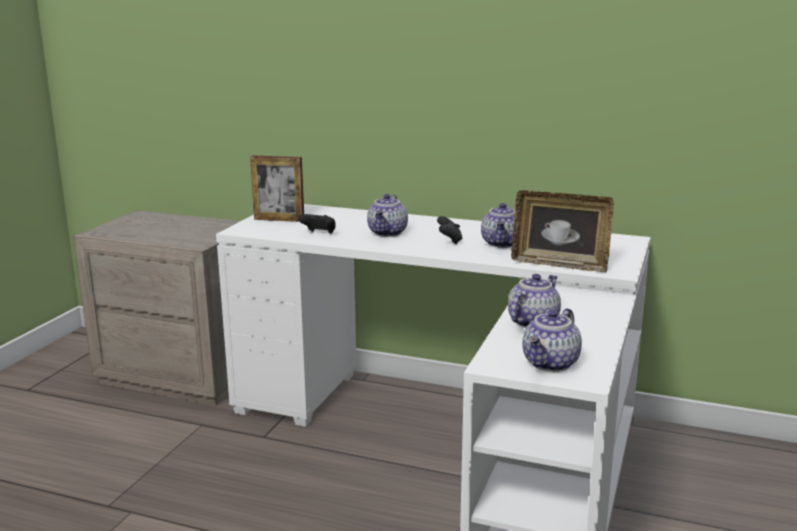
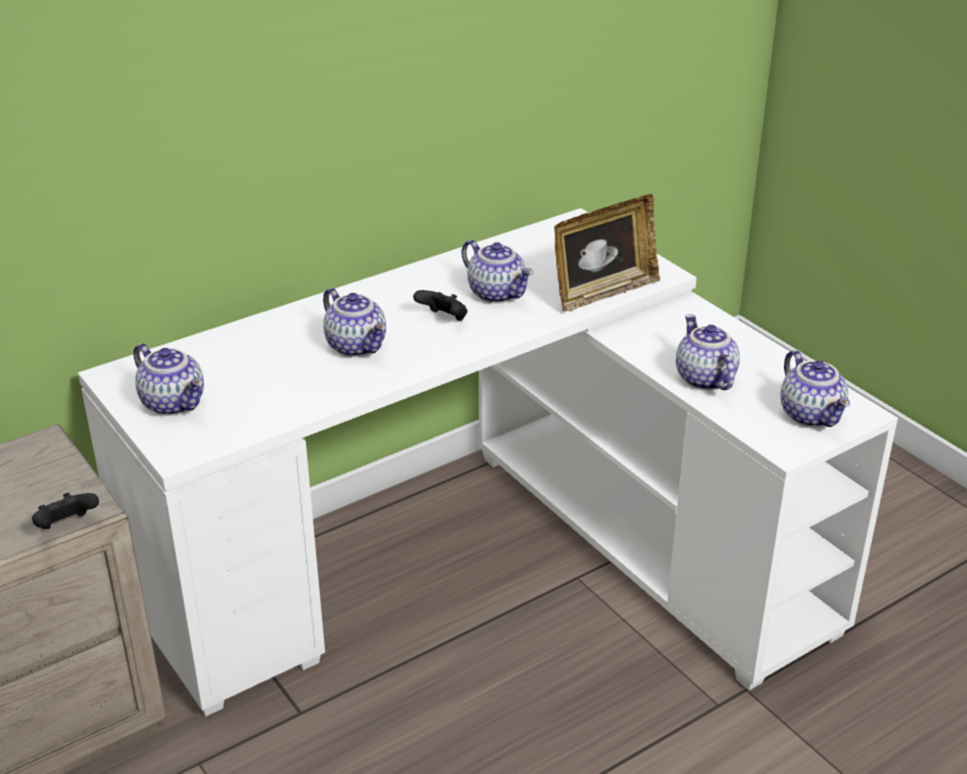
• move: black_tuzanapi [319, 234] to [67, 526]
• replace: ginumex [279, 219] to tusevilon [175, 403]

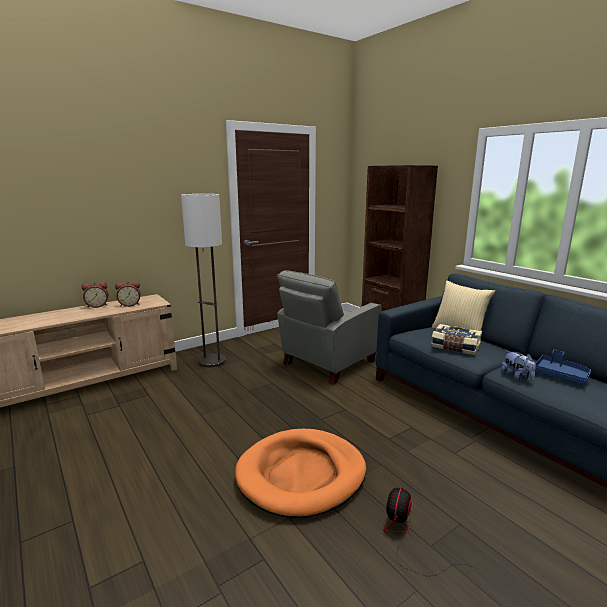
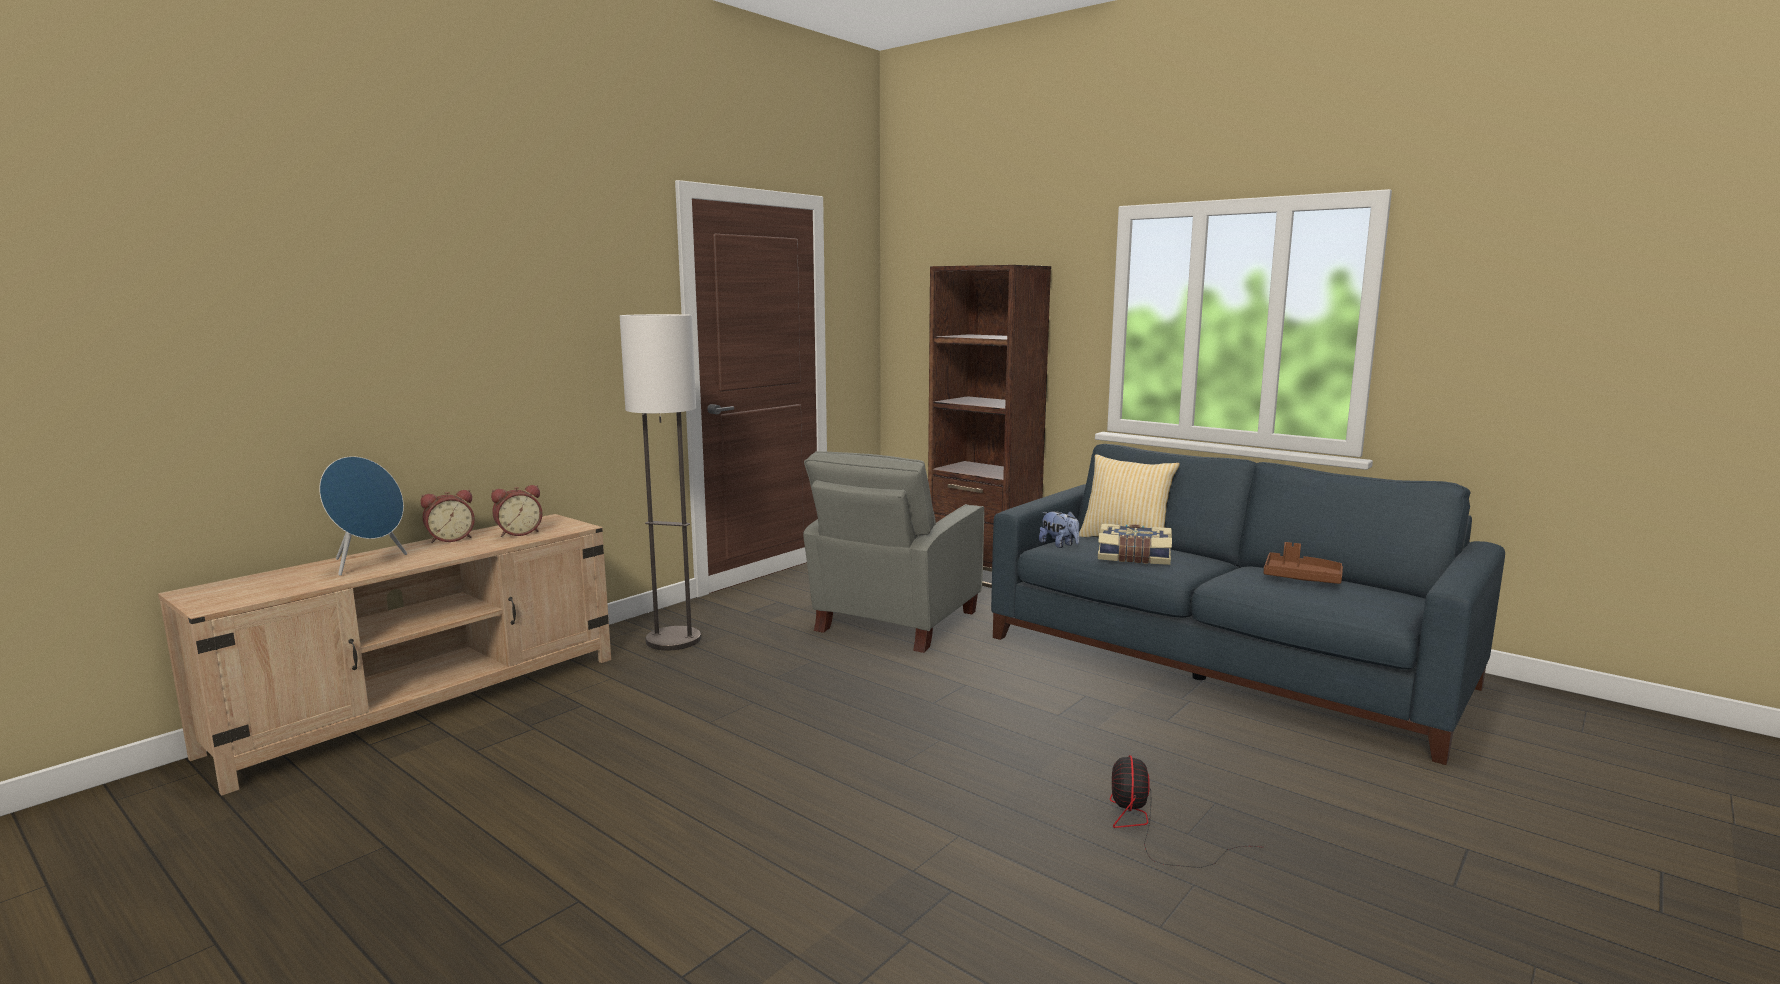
• insert: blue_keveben [368, 563]
• move: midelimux [517, 377] to [1059, 545]
• recolor: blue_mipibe [560, 375] to brown_mipibe [1301, 578]
• delete: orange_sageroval [301, 475]

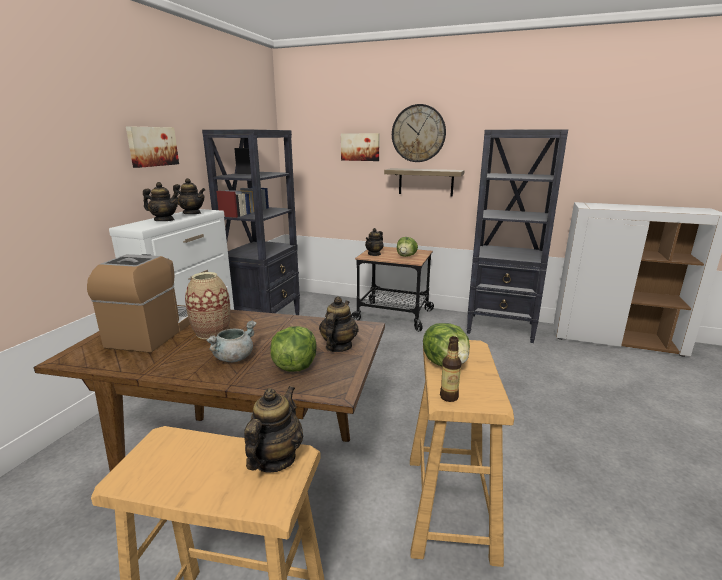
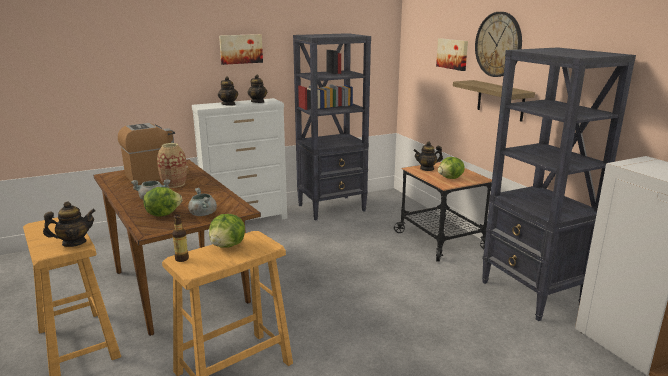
• replace: tusevilon [338, 347] to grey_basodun [202, 214]

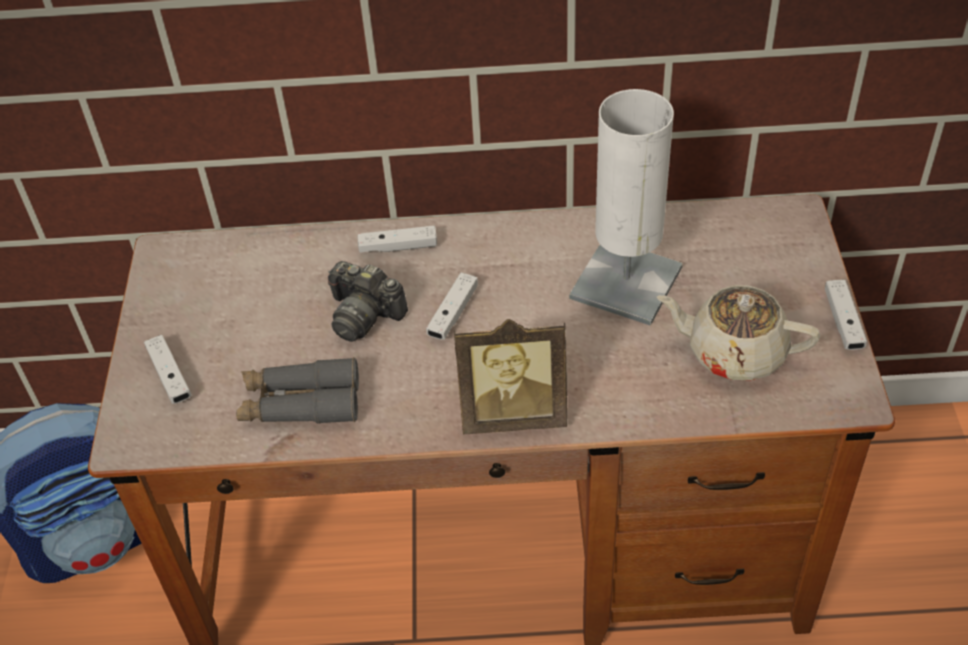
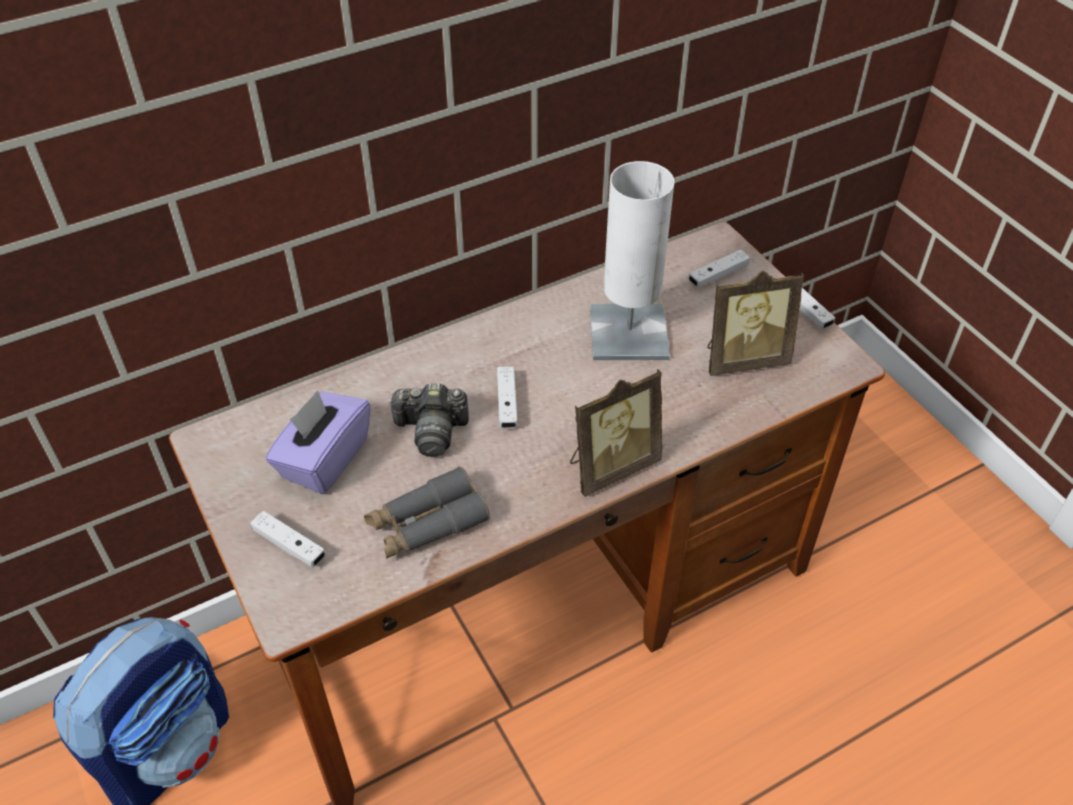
• insert: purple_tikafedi [324, 459]
• move: white_tuzanapi [398, 247] to [718, 275]
• replace: beige_tusevilon [734, 352] to ginumex [743, 359]

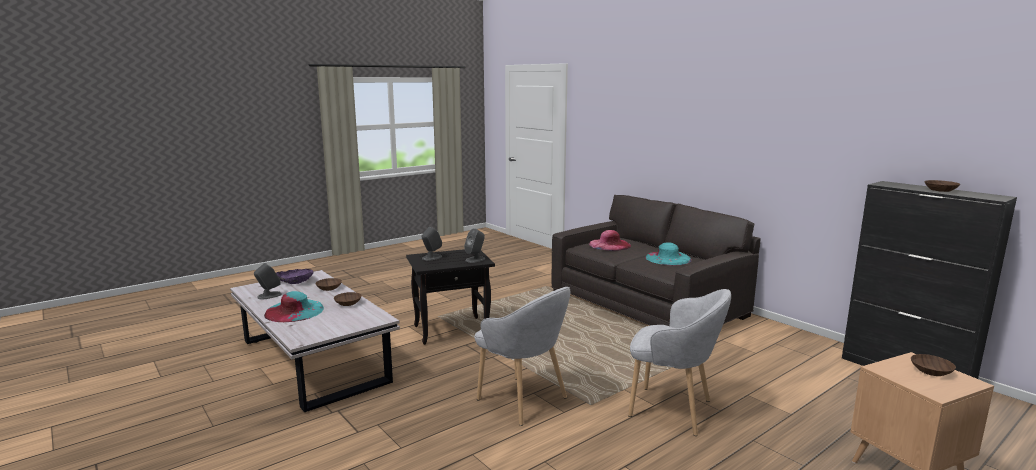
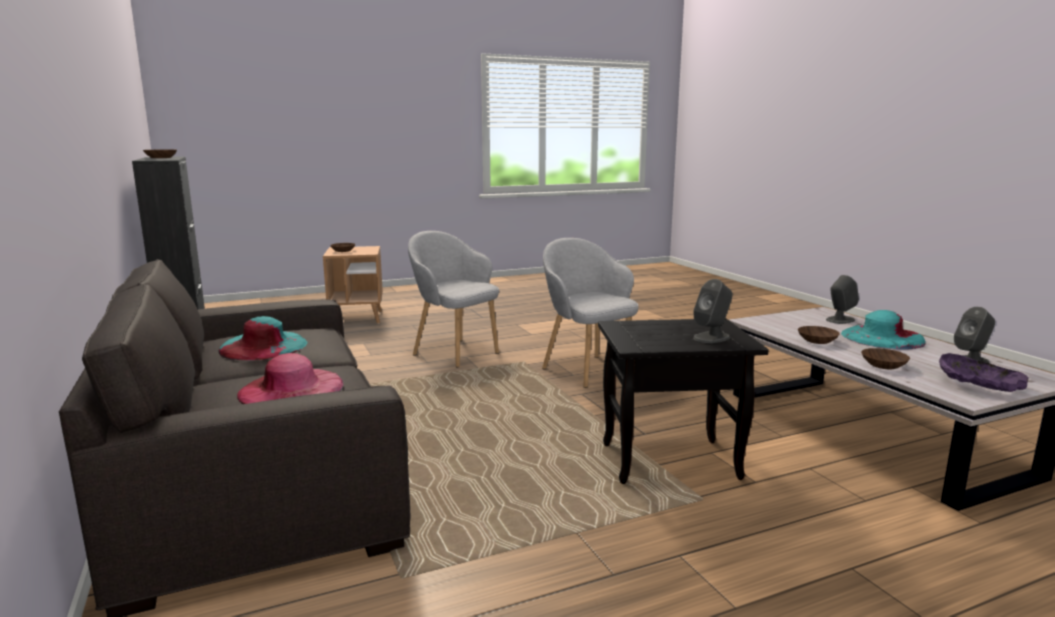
• move: grey_keveben [475, 259] to [840, 320]

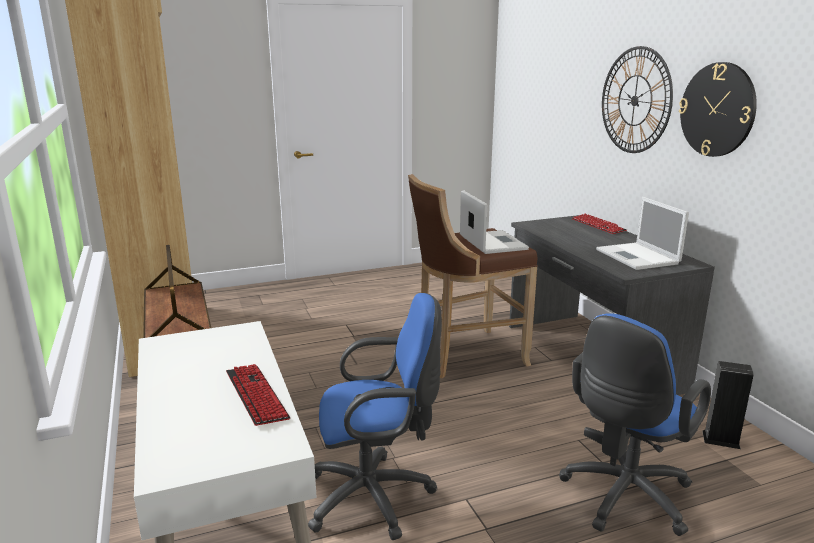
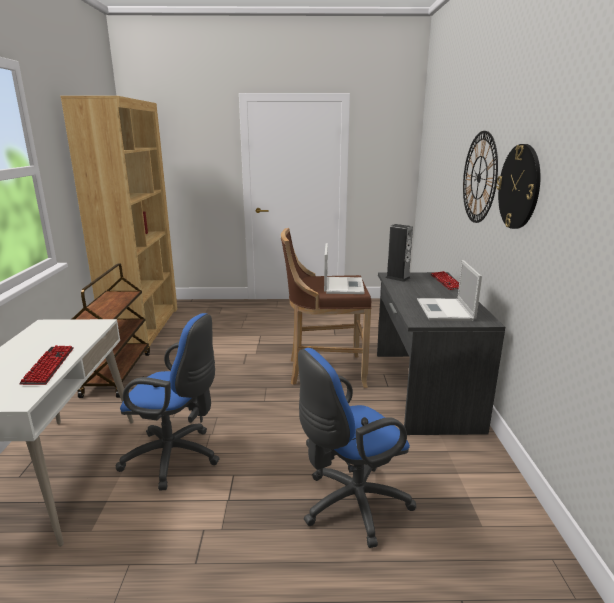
• move: keveben [721, 439] to [397, 278]

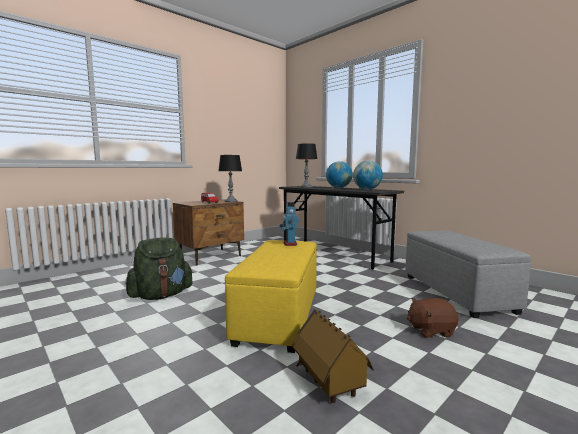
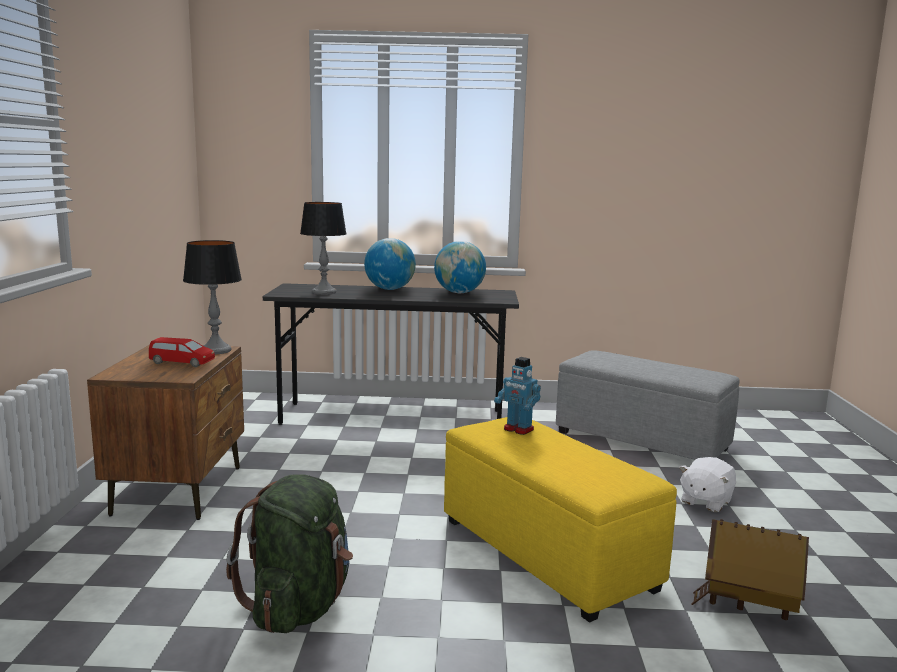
• recolor: brown_midelimux [430, 330] to white_midelimux [705, 501]

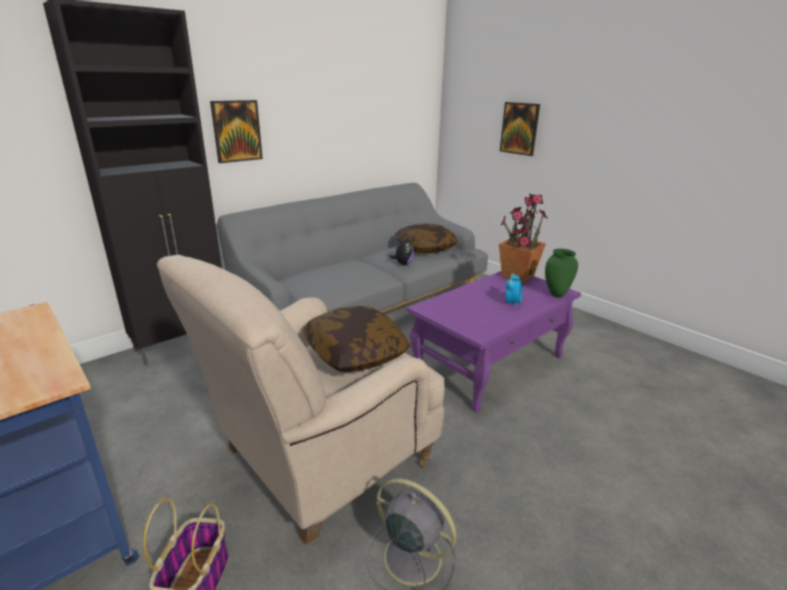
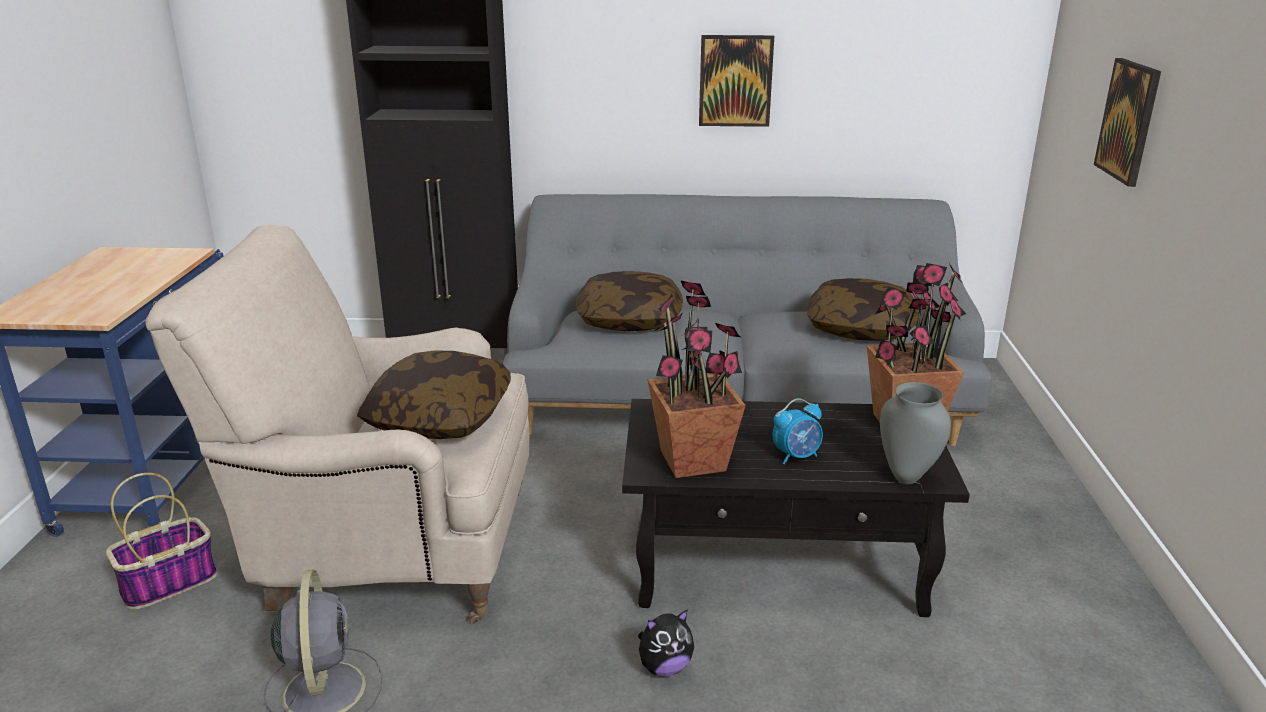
• insert: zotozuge [629, 320]
• recolor: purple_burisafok [490, 364] to black_burisafok [778, 562]
• move: midelimux [403, 264] to [664, 667]
• insert: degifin [693, 461]
• move: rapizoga [236, 131] to [735, 81]
• recolor: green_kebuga [556, 294] to grey_kebuga [907, 477]

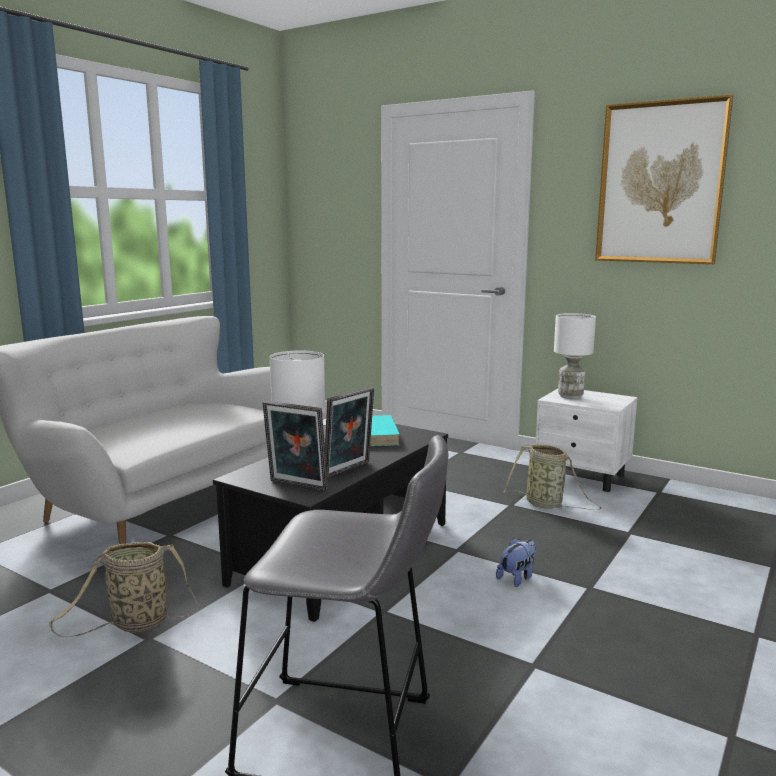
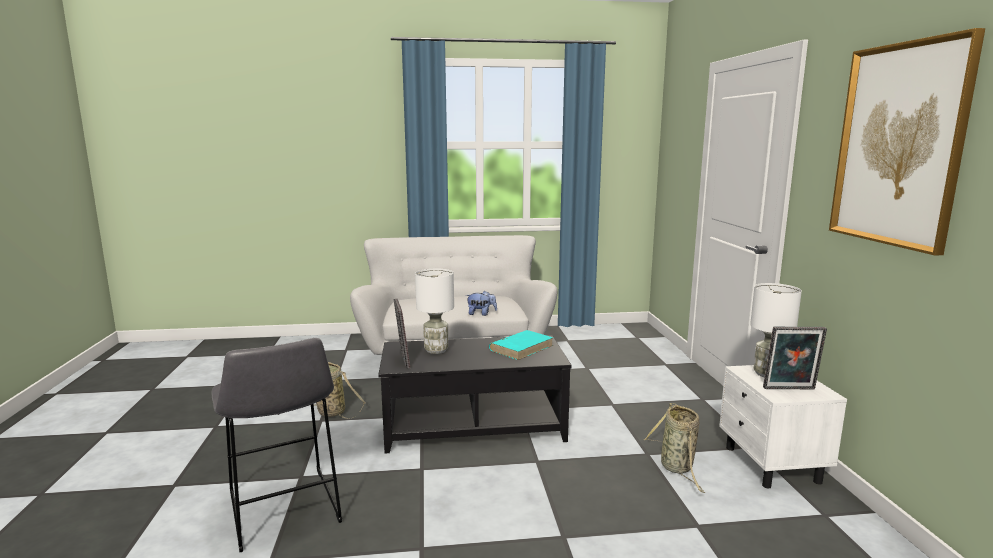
• move: midelimux [517, 578] to [481, 314]
• move: ginumex [349, 470] to [790, 389]

